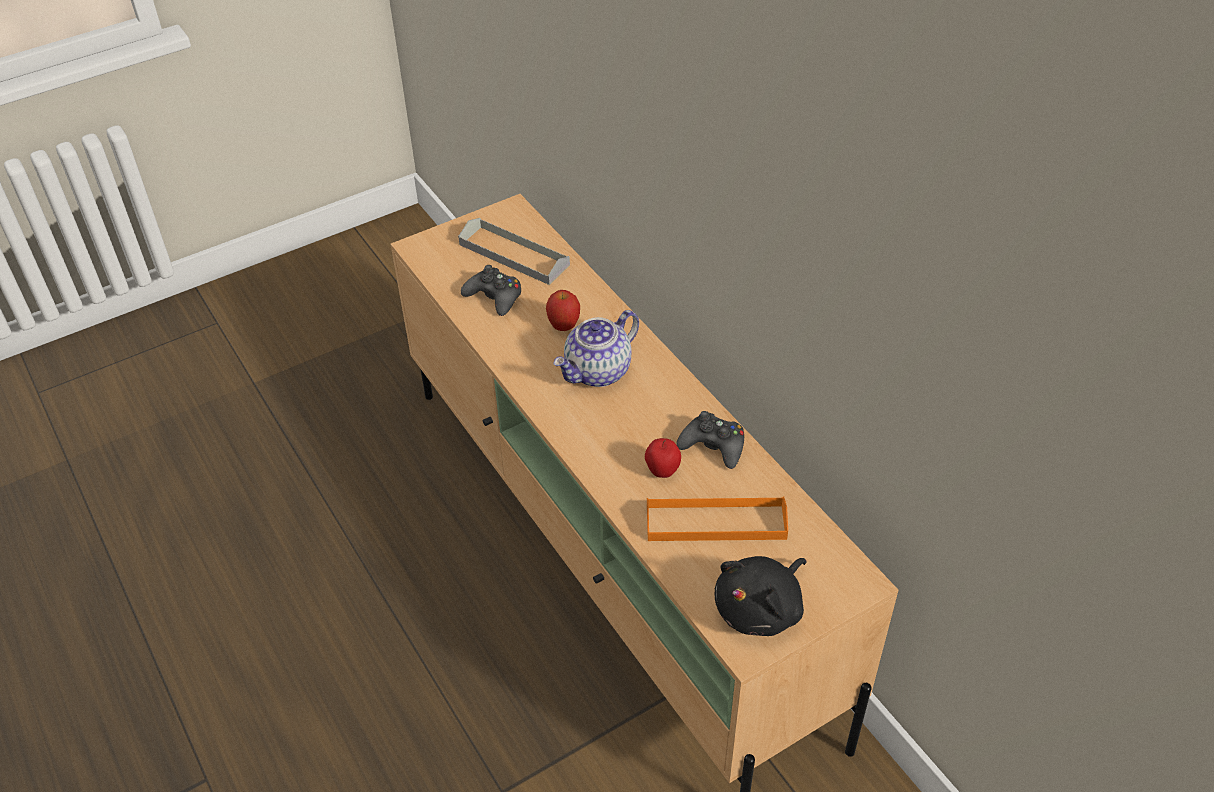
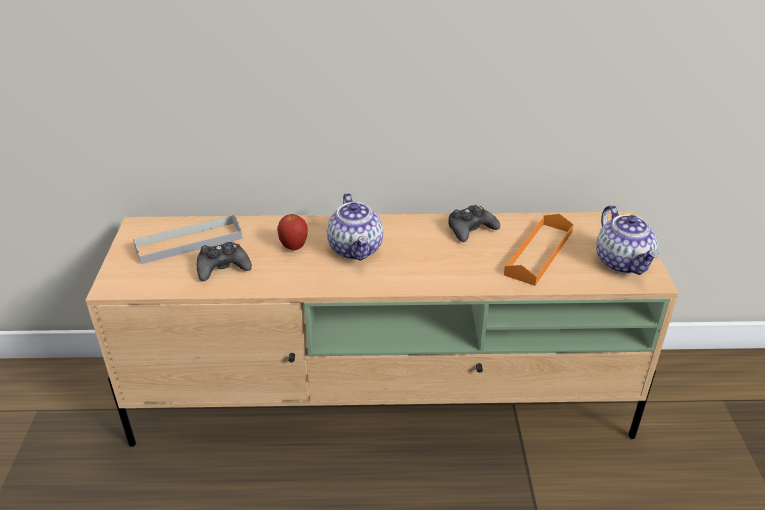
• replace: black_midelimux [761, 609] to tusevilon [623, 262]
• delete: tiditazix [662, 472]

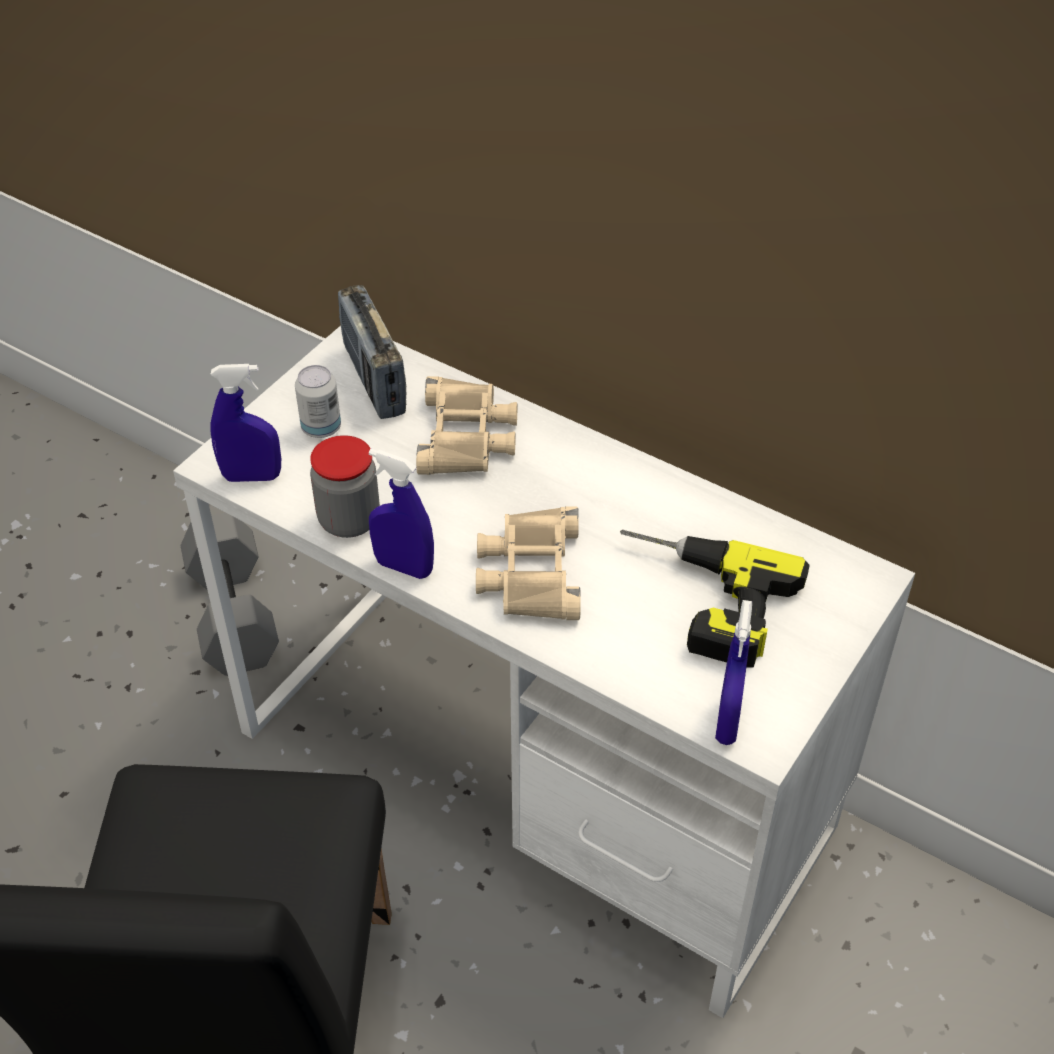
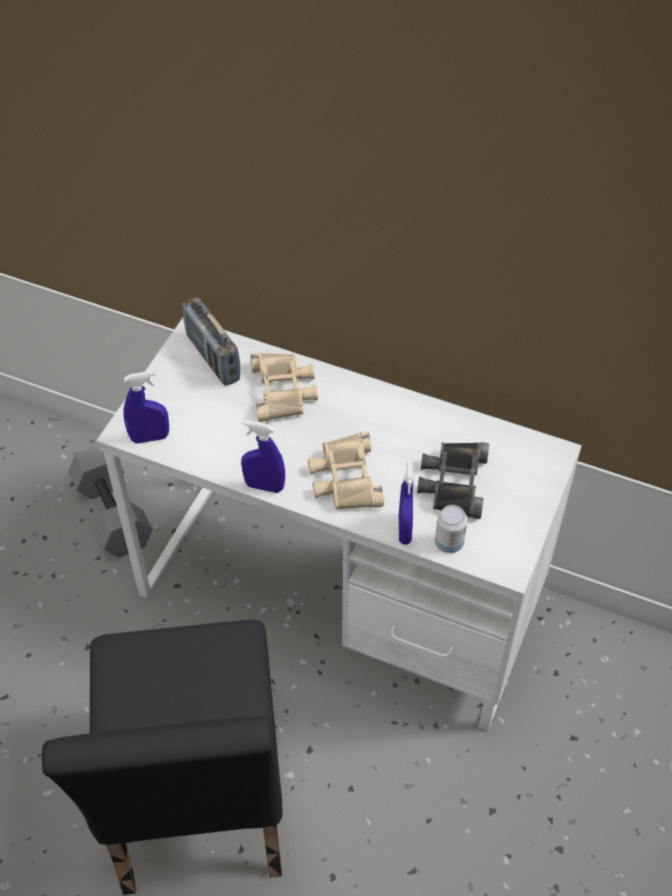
• move: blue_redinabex [727, 721] to [404, 530]
• replace: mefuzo [697, 601] to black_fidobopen [453, 482]
• move: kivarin [321, 428] to [449, 543]
• delete: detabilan [349, 520]

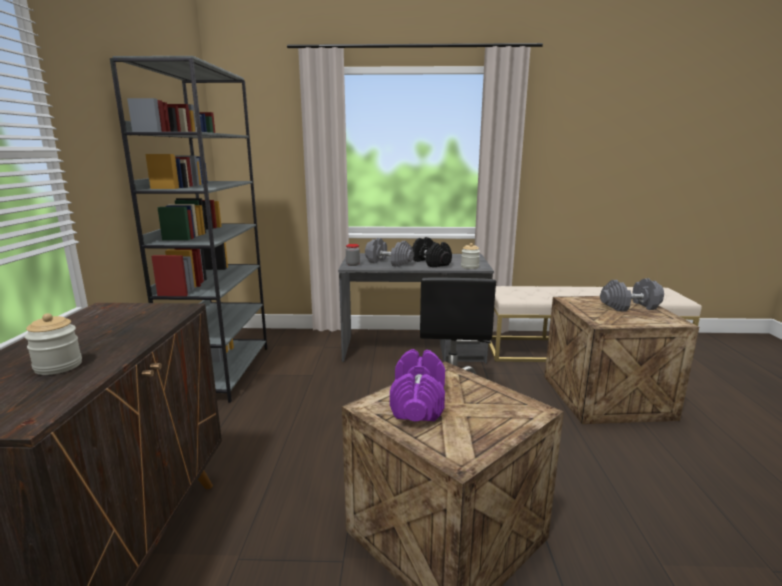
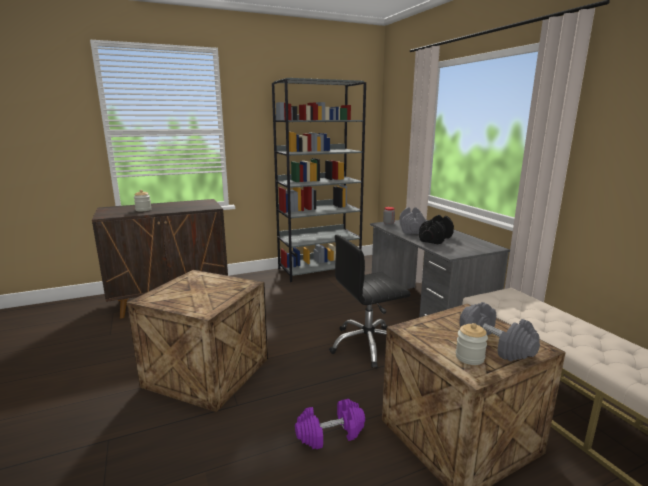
• move: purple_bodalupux [418, 402] to [330, 434]
• move: detabilan [469, 267] to [469, 357]

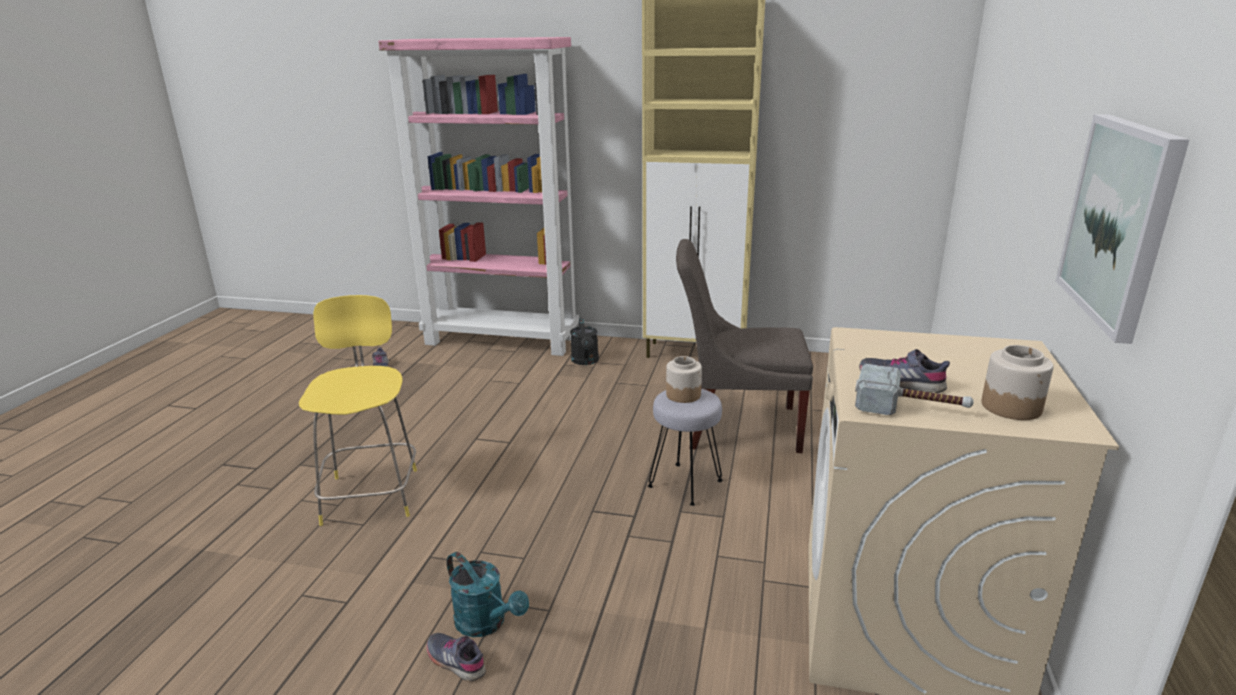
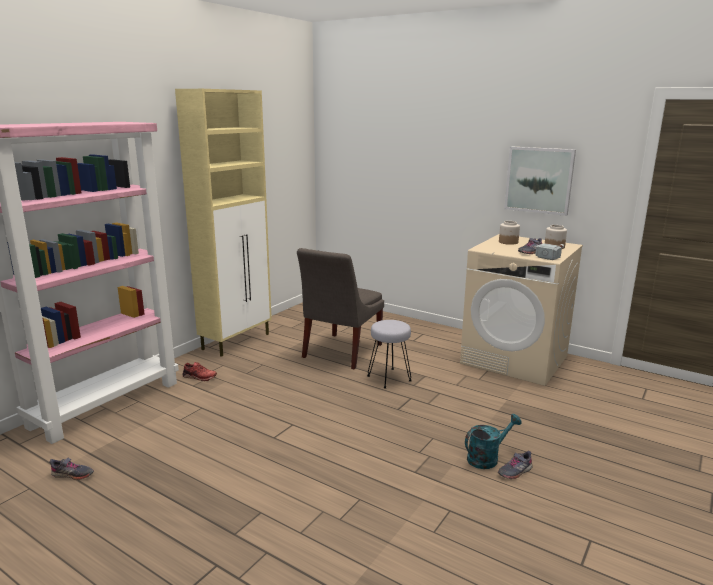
• replace: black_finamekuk [585, 361] to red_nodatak [199, 377]
• move: detabilan [683, 395] to [508, 242]
• delete: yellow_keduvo [371, 493]

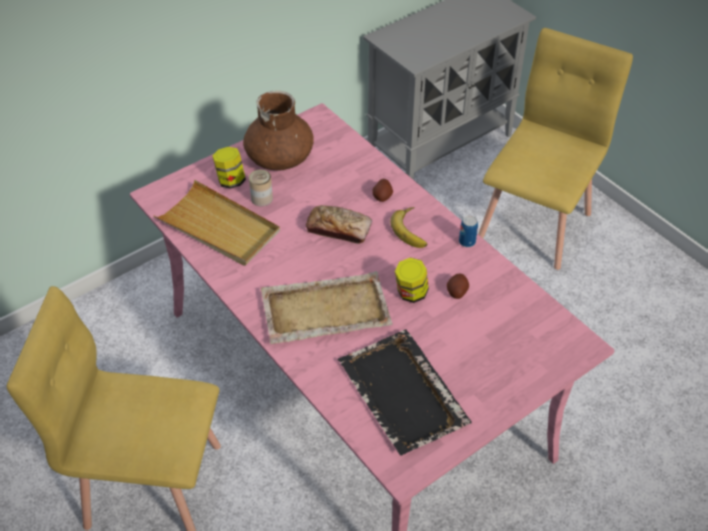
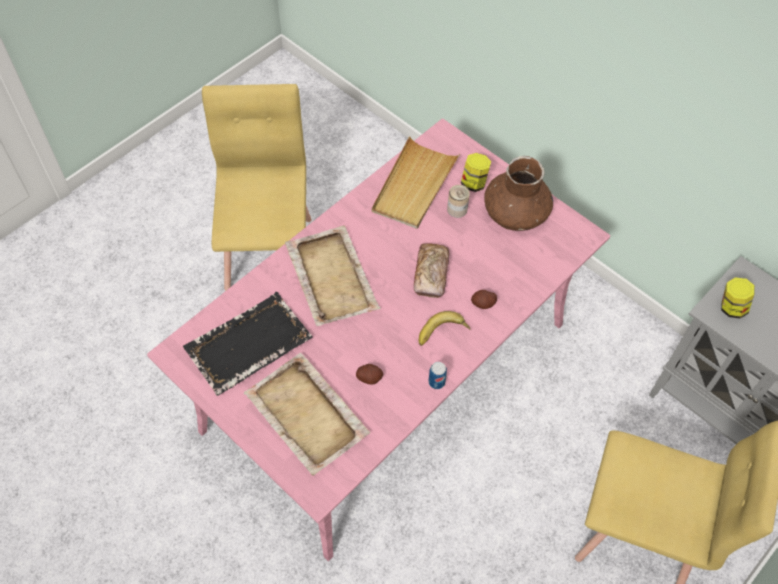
• insert: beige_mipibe [307, 415]
• move: detabilan [411, 293] to [731, 307]

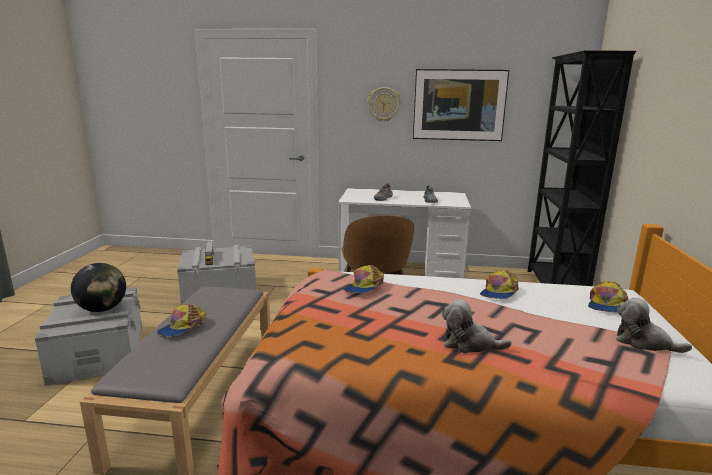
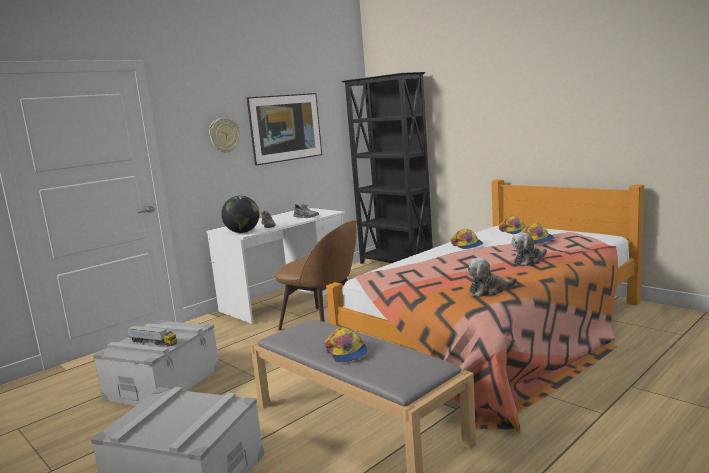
• move: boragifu [102, 309] to [242, 232]
• move: midelimux [643, 342] to [489, 290]
• move: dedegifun [364, 287] to [537, 239]

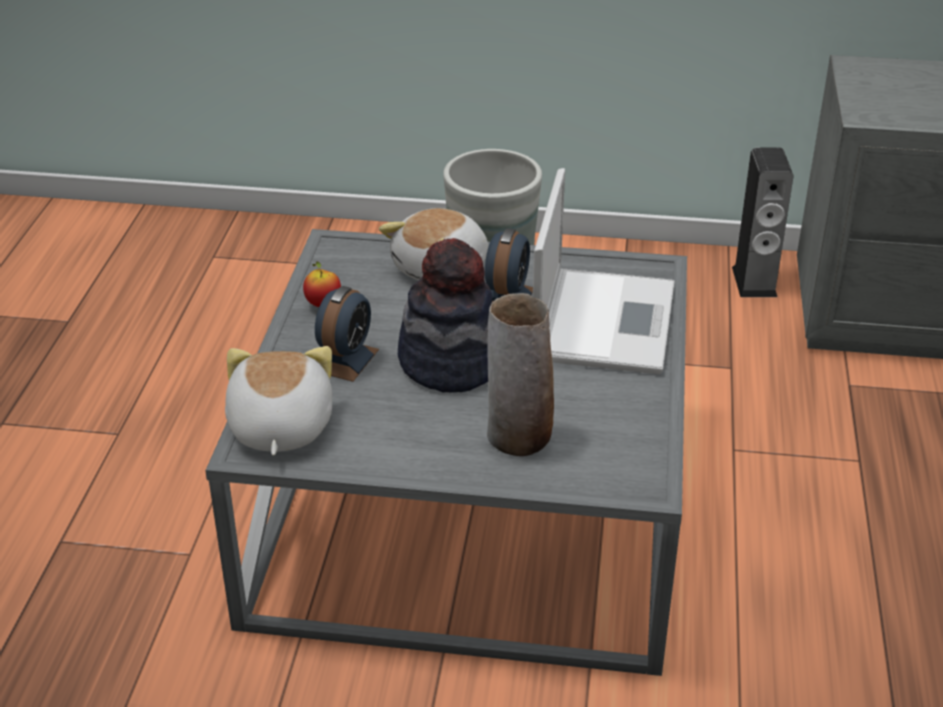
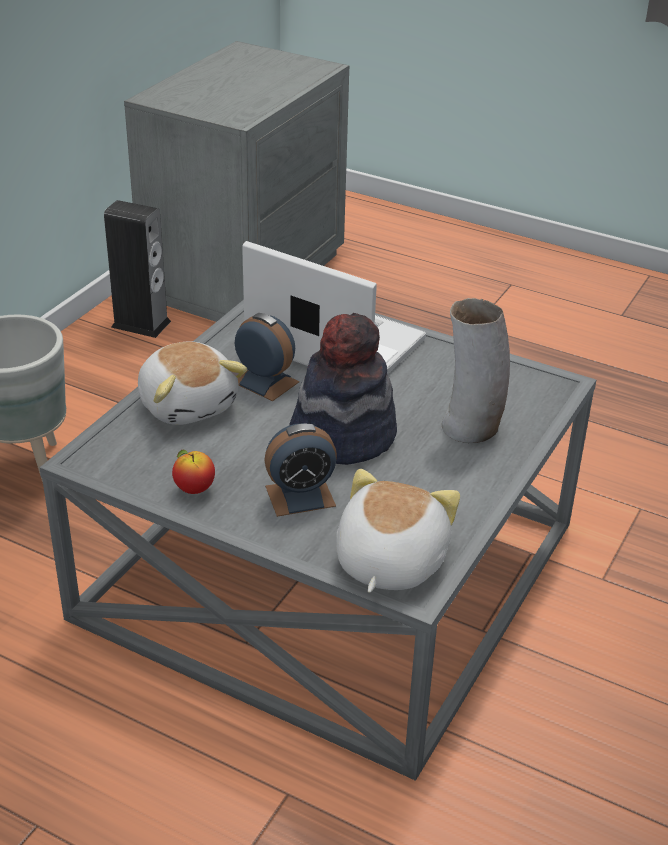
• rotate: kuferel [345, 360] = [300, 496] 120 degrees clockwise
• rotate: midelimux [278, 428] = [387, 561] 90 degrees clockwise

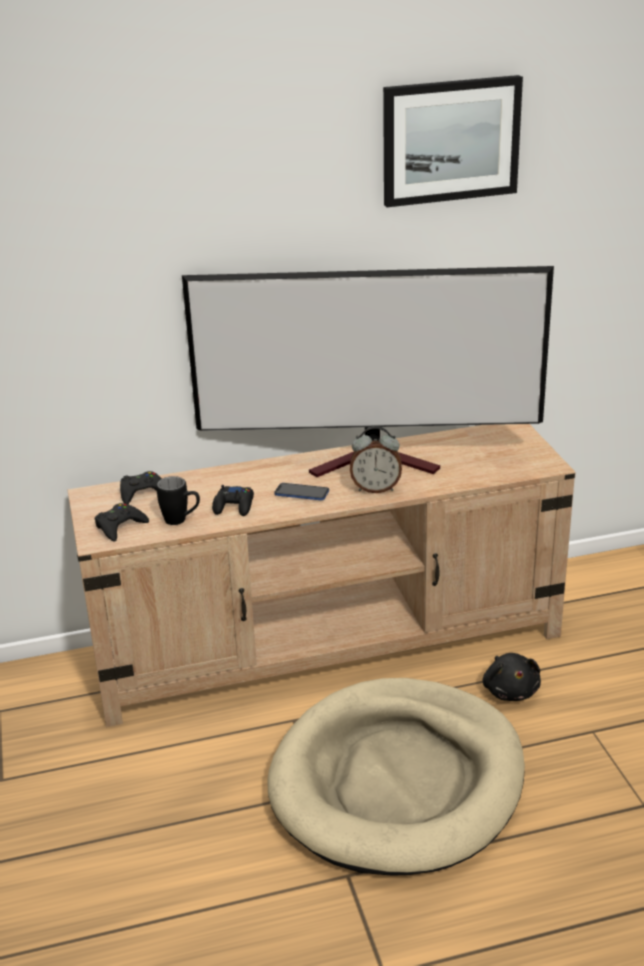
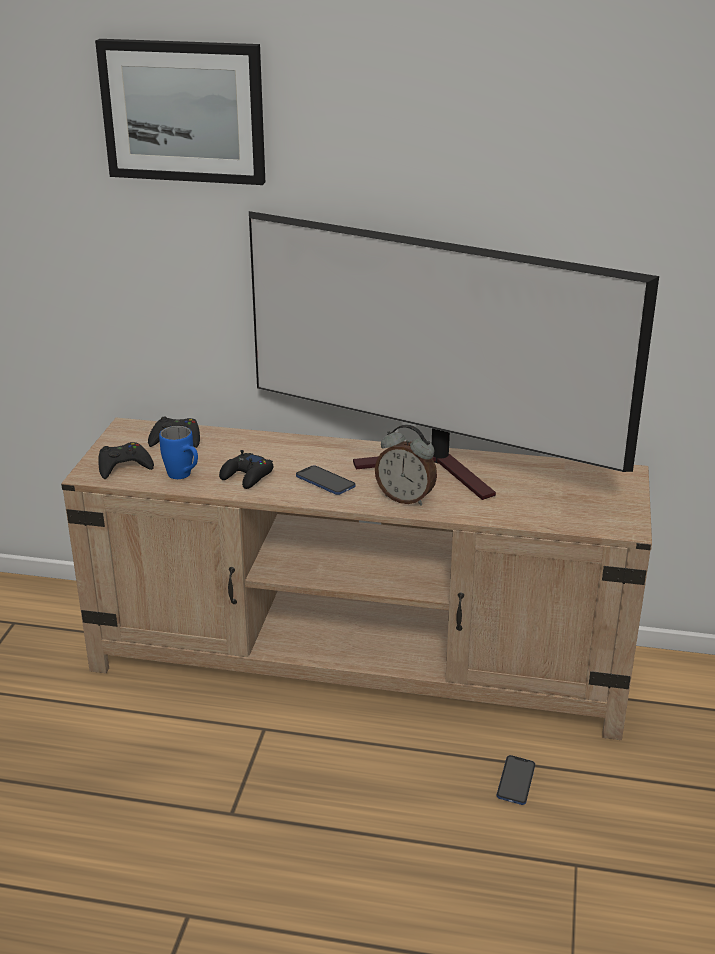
• move: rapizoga [450, 140] to [183, 111]
• recolor: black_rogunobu [181, 521] to blue_rogunobu [184, 476]
• replace: black_midelimux [510, 690] to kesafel [516, 781]
• delete: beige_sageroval [398, 781]

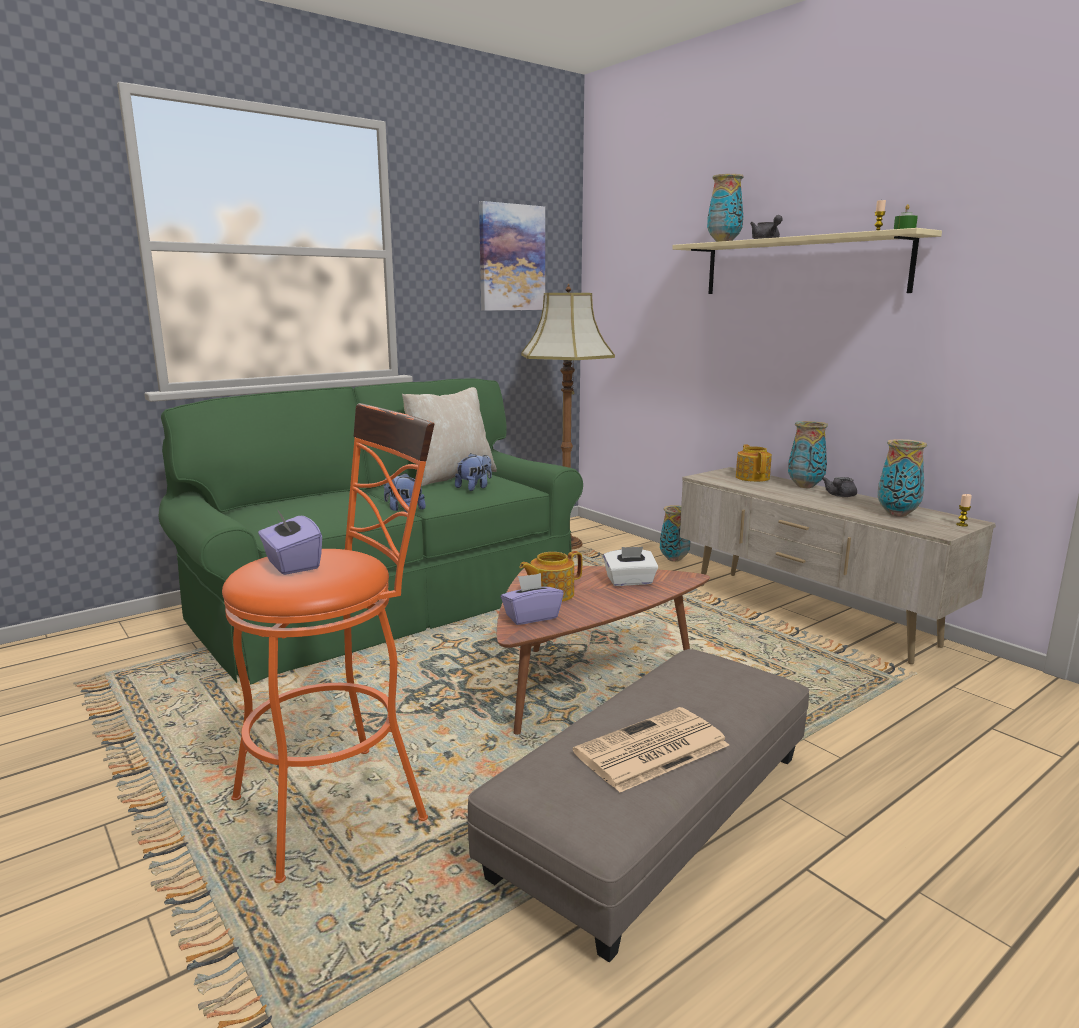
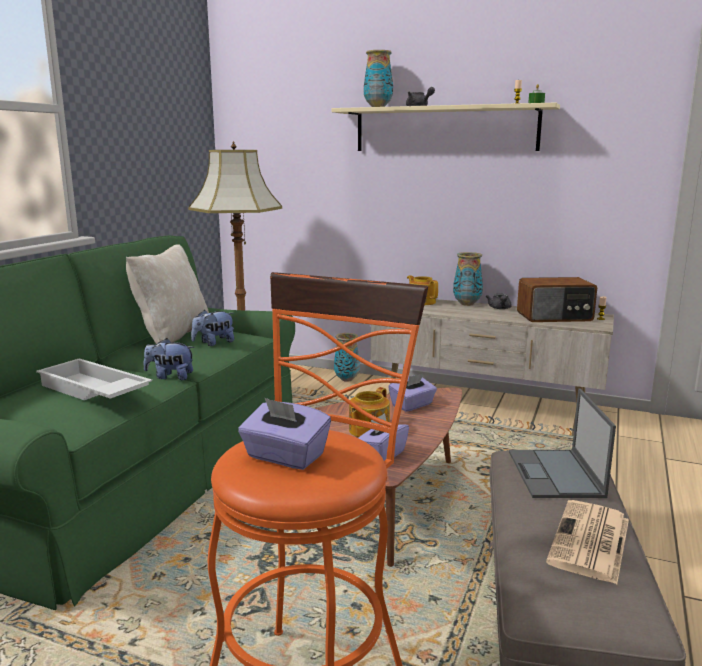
• insert: white_mipibe [92, 390]
• rotate: midelimux [474, 487] = [214, 343] 135 degrees counterclockwise
• recolor: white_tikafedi [630, 581] to purple_tikafedi [412, 405]
• insert: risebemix [555, 474]
• replace: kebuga [897, 514] to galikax [555, 317]
• delete: rapizoga [511, 258]

